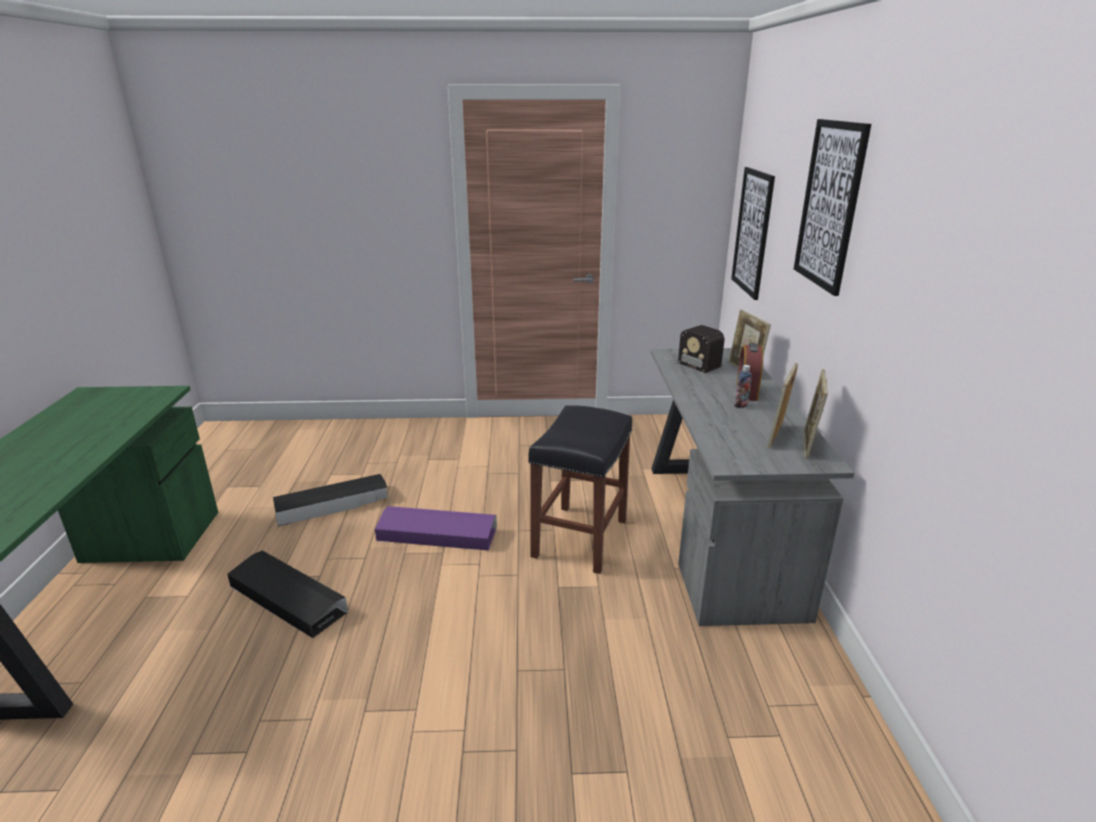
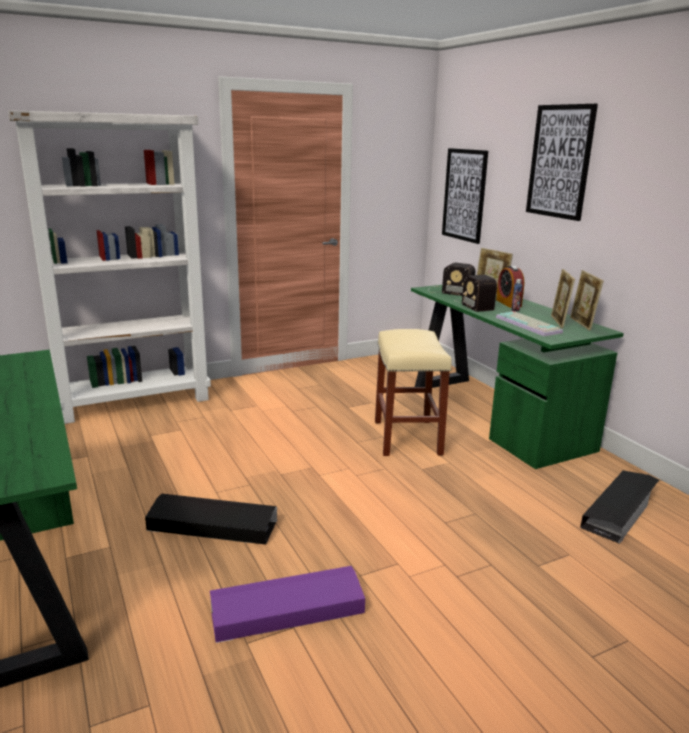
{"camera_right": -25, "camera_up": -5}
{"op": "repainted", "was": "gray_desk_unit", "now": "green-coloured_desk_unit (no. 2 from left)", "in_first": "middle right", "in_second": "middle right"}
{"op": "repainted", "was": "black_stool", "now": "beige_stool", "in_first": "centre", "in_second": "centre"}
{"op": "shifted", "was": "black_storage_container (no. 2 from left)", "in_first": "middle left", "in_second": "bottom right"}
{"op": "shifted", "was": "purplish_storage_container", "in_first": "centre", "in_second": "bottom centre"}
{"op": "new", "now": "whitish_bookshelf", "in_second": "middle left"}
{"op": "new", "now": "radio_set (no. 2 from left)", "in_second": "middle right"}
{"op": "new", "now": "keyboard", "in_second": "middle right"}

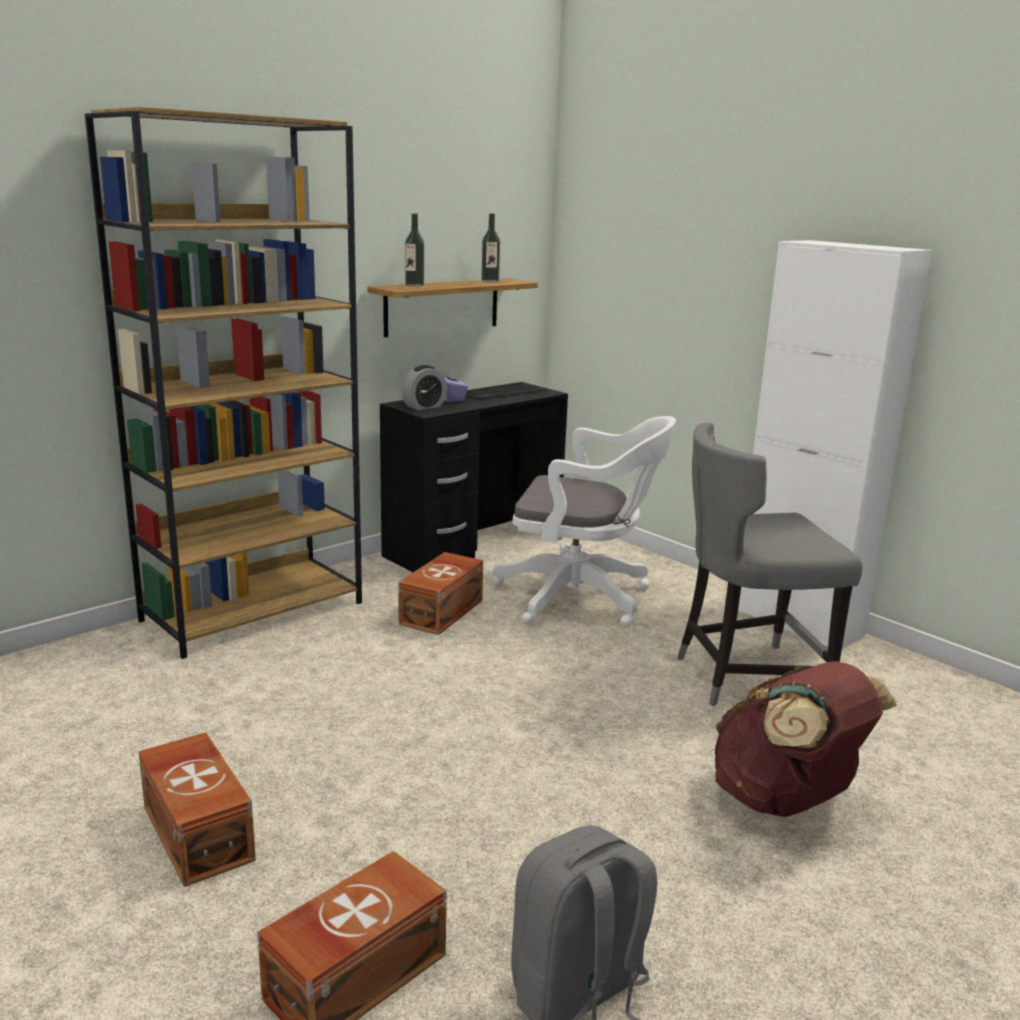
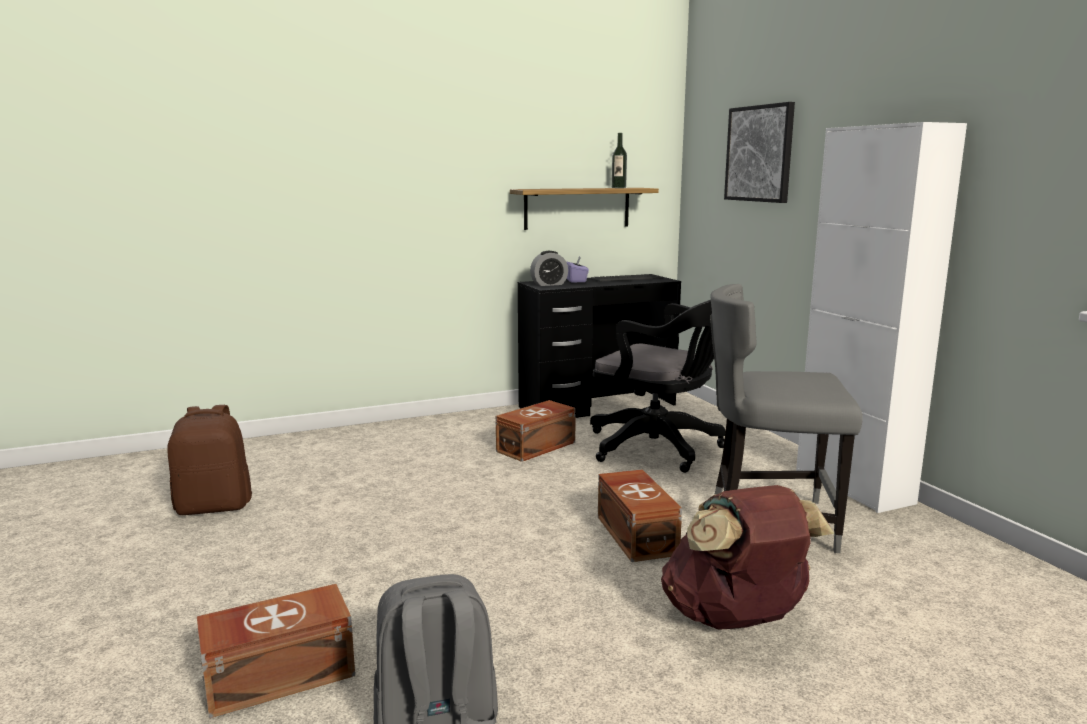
{"camera_right": 20, "camera_up": -5}
{"op": "gone", "was": "brown-coloured_bookshelf", "in_first": "middle left"}
{"op": "gone", "was": "drink_bottle (no. 1 from left)", "in_first": "top centre"}
{"op": "repainted", "was": "whitish_computer_chair", "now": "black_computer_chair", "in_first": "centre", "in_second": "centre"}
{"op": "shifted", "was": "brown-coloured_storage_container (no. 1 from left in the first image)", "now": "brown-coloured_storage_container (no. 3 from left)", "in_first": "bottom left", "in_second": "bottom centre"}
{"op": "new", "now": "wall_art", "in_second": "top right"}
{"op": "new", "now": "brown-coloured_rucksack (no. 1 from left)", "in_second": "middle left"}

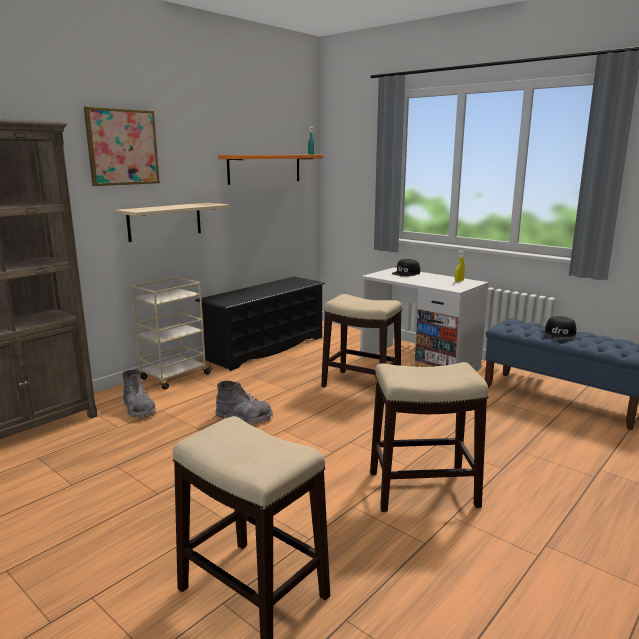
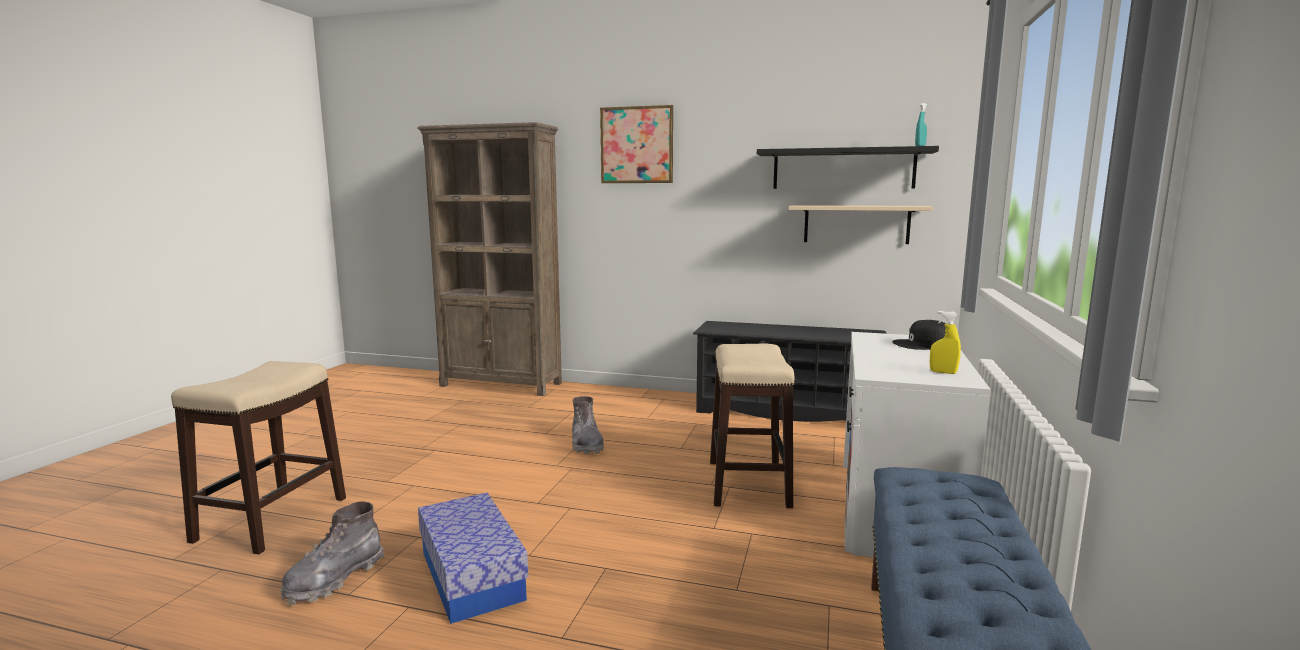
{"camera_right": 65, "camera_up": -5}
{"op": "repainted", "was": "orange_bracket_shelf", "now": "black_bracket_shelf", "in_first": "top centre", "in_second": "top centre"}
{"op": "shifted", "was": "beige_bracket_shelf", "in_first": "middle left", "in_second": "centre"}
{"op": "gone", "was": "beige_wheeled_cart", "in_first": "middle left"}
{"op": "gone", "was": "black_peaked_cap (no. 2 from left)", "in_first": "middle right"}
{"op": "swapped", "was": "stool (no. 3 from left)", "now": "storage_container", "in_first": "bottom right", "in_second": "bottom centre"}
{"op": "shifted", "was": "gray_boot (no. 1 from left)", "in_first": "middle left", "in_second": "bottom left"}

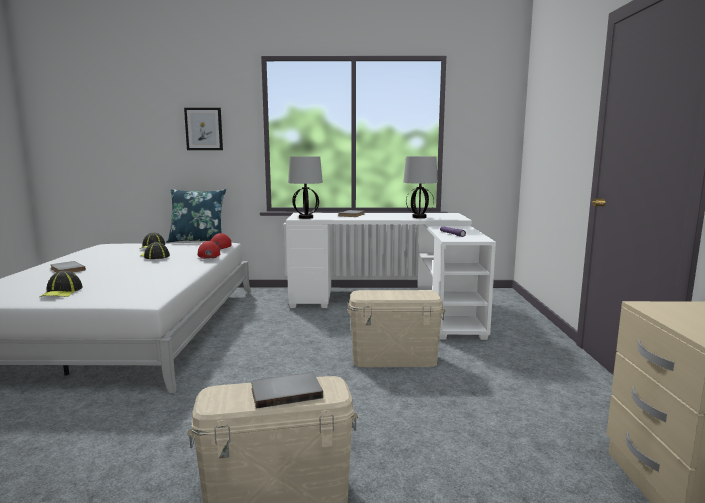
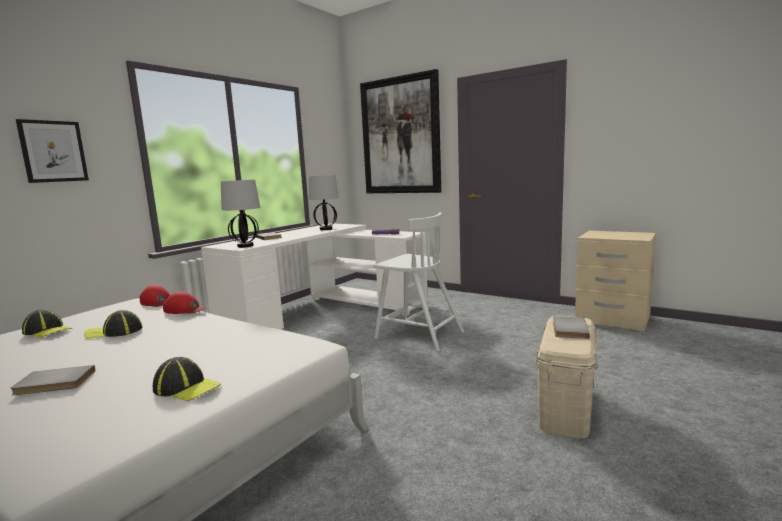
{"camera_right": -55, "camera_up": 0}
{"op": "gone", "was": "blue_throw_pillow", "in_first": "middle left"}
{"op": "swapped", "was": "beige_storage_container (no. 2 from left)", "now": "whitish_chair", "in_first": "centre", "in_second": "centre"}
{"op": "new", "now": "wall_art (no. 2 from left)", "in_second": "top centre"}

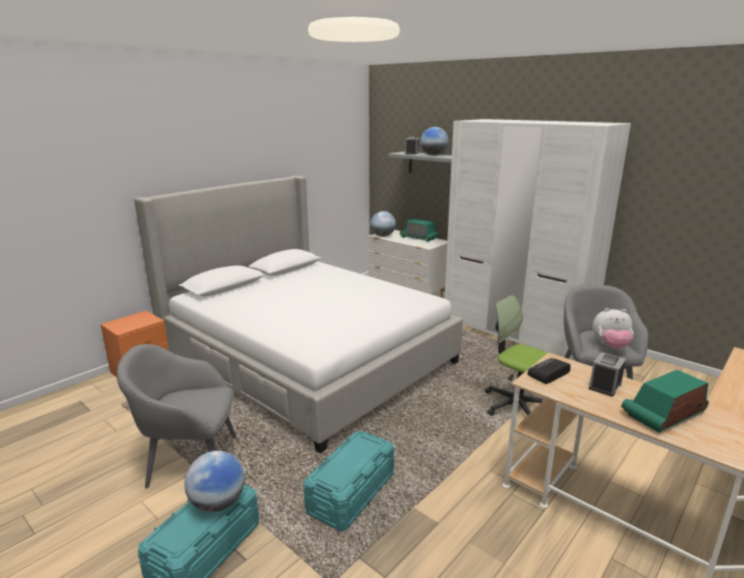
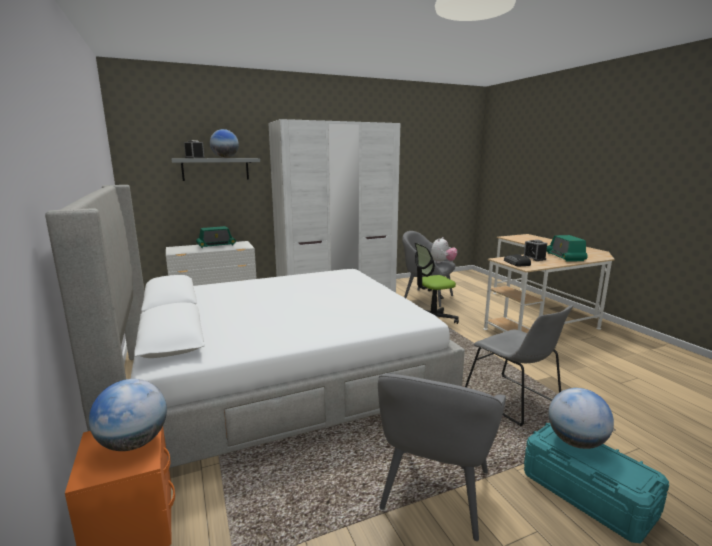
{"camera_right": -65, "camera_up": -5}
{"op": "shifted", "was": "world_globe (no. 2 from left in the first image)", "now": "world_globe (no. 1 from left)", "in_first": "centre", "in_second": "bottom left"}
{"op": "swapped", "was": "turquoise_storage_container (no. 2 from left)", "now": "gray_chair", "in_first": "bottom centre", "in_second": "bottom right"}

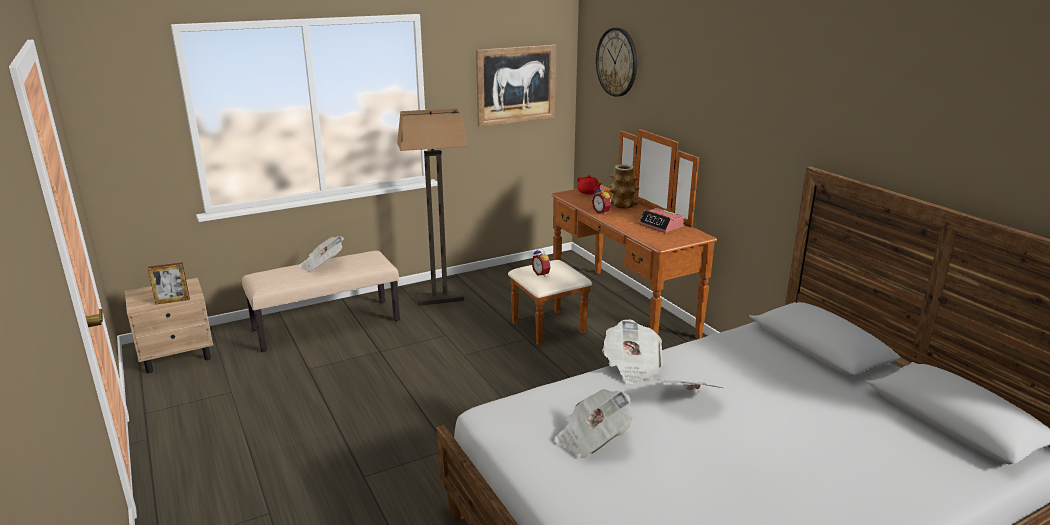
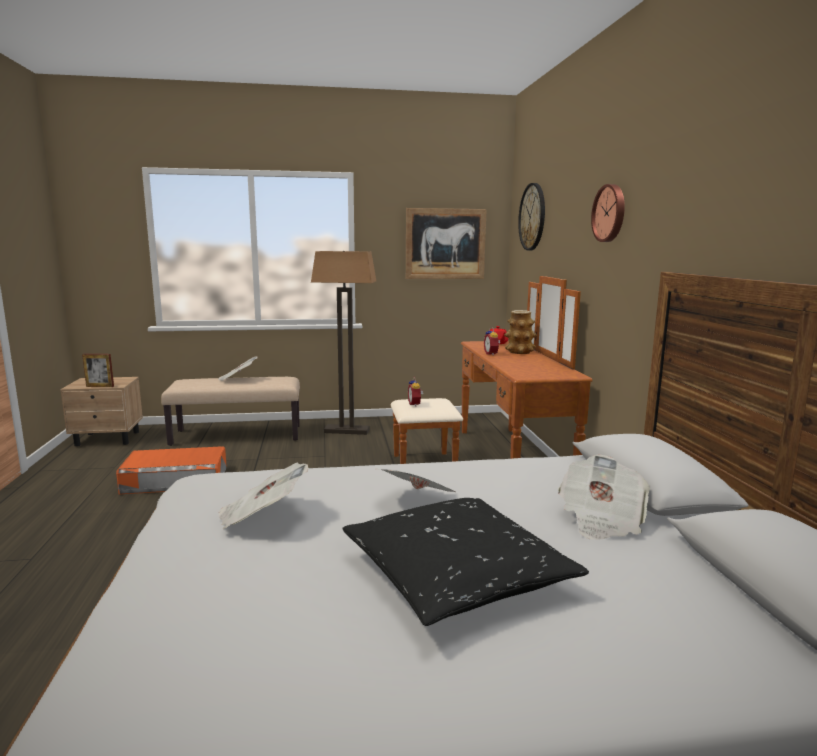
{"camera_right": 20, "camera_up": -10}
{"op": "gone", "was": "table_clock (no. 3 from left)", "in_first": "centre"}
{"op": "shifted", "was": "newspaper (no. 3 from left in the first image)", "now": "newspaper (no. 4 from left)", "in_first": "bottom centre", "in_second": "middle right"}
{"op": "new", "now": "wall_clock (no. 2 from left)", "in_second": "top right"}
{"op": "new", "now": "orange_storage_container", "in_second": "middle left"}
{"op": "new", "now": "black_throw_pillow", "in_second": "bottom centre"}

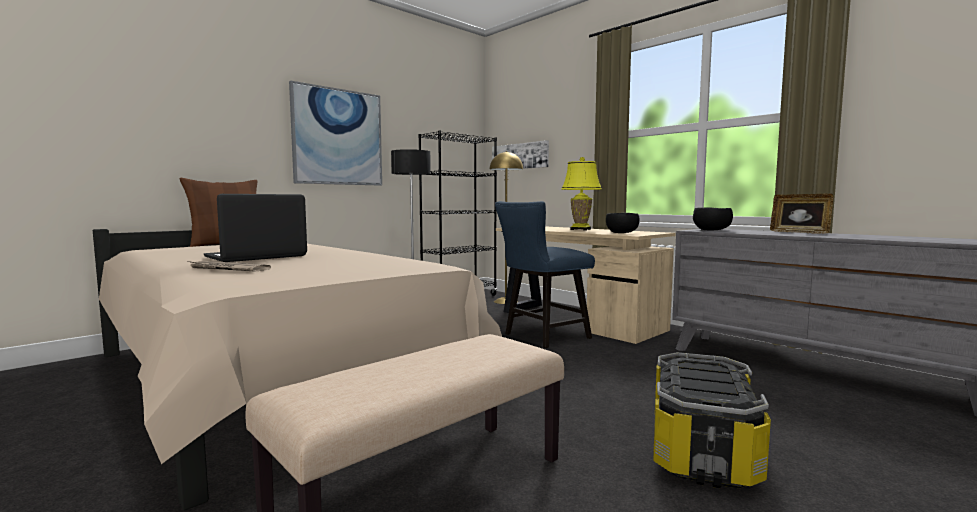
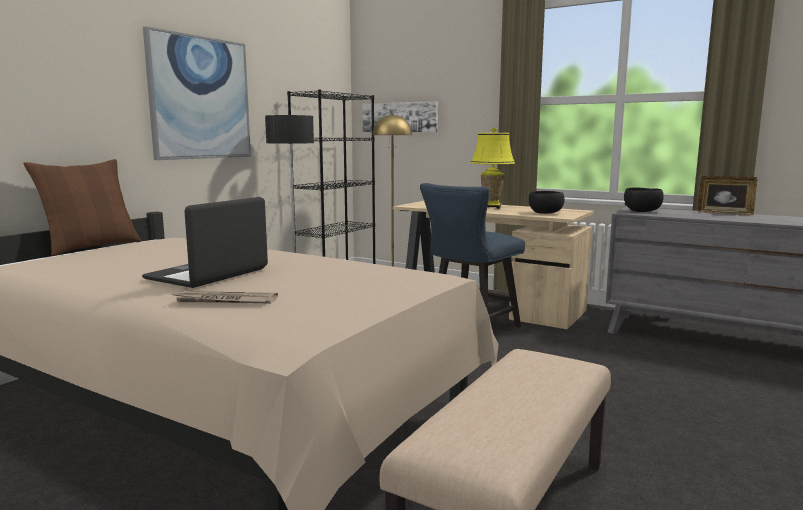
{"camera_right": -15, "camera_up": 5}
{"op": "gone", "was": "storage_container", "in_first": "bottom right"}

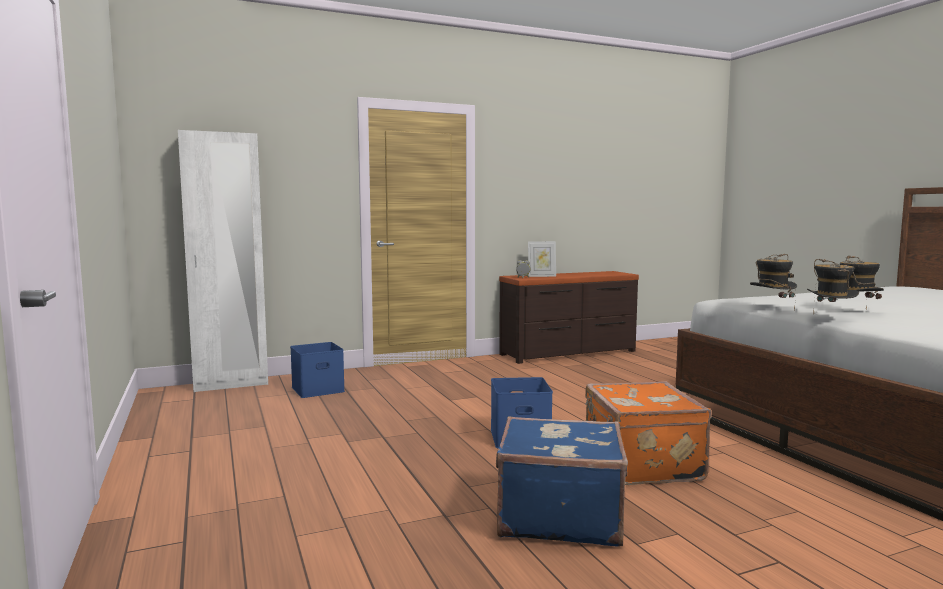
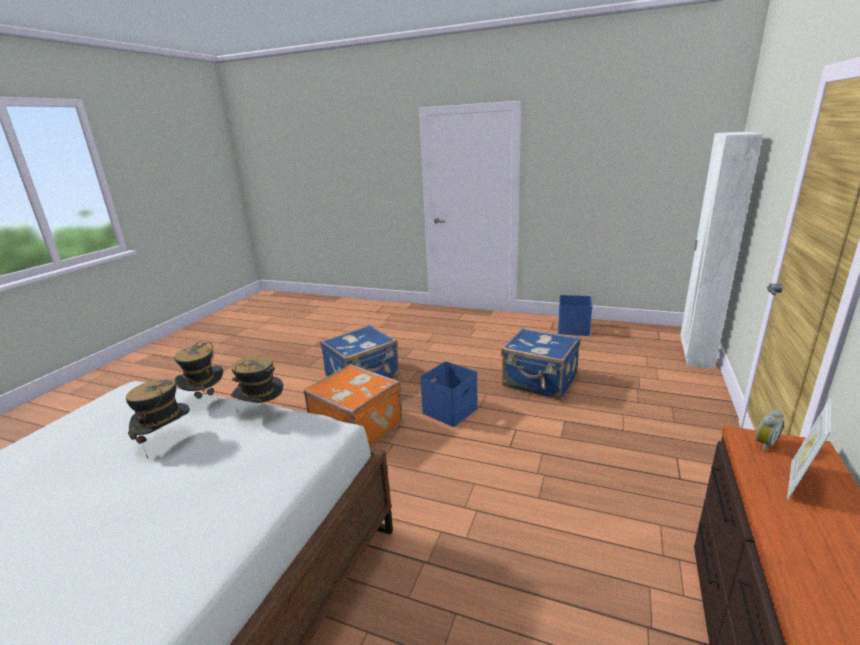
{"camera_right": 135, "camera_up": 15}
{"op": "shifted", "was": "blue_storage_container (no. 1 from left in the first image)", "now": "blue_storage_container (no. 2 from left)", "in_first": "centre", "in_second": "middle right"}
{"op": "new", "now": "blue_travel_case (no. 2 from left)", "in_second": "centre"}

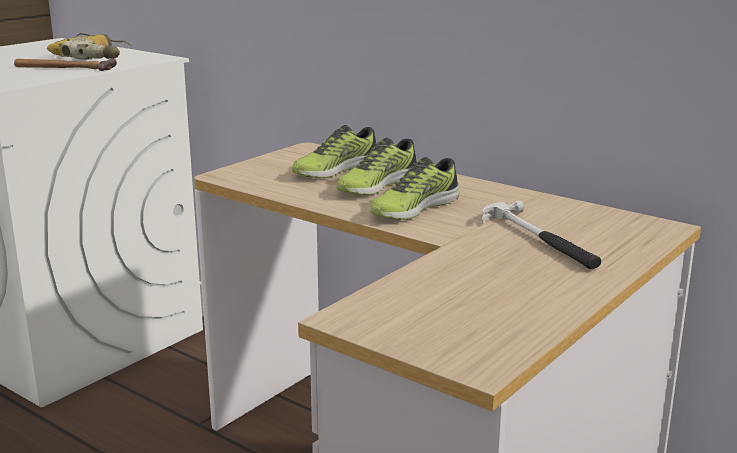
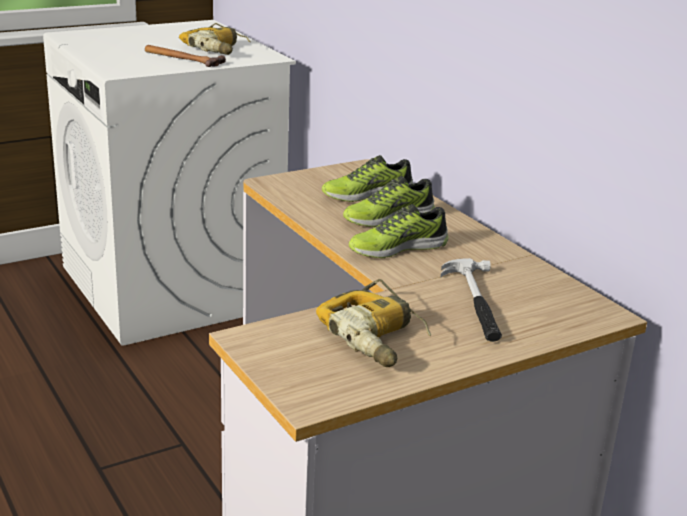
{"camera_right": 20, "camera_up": 5}
{"op": "new", "now": "electric_drill (no. 2 from left)", "in_second": "centre"}

